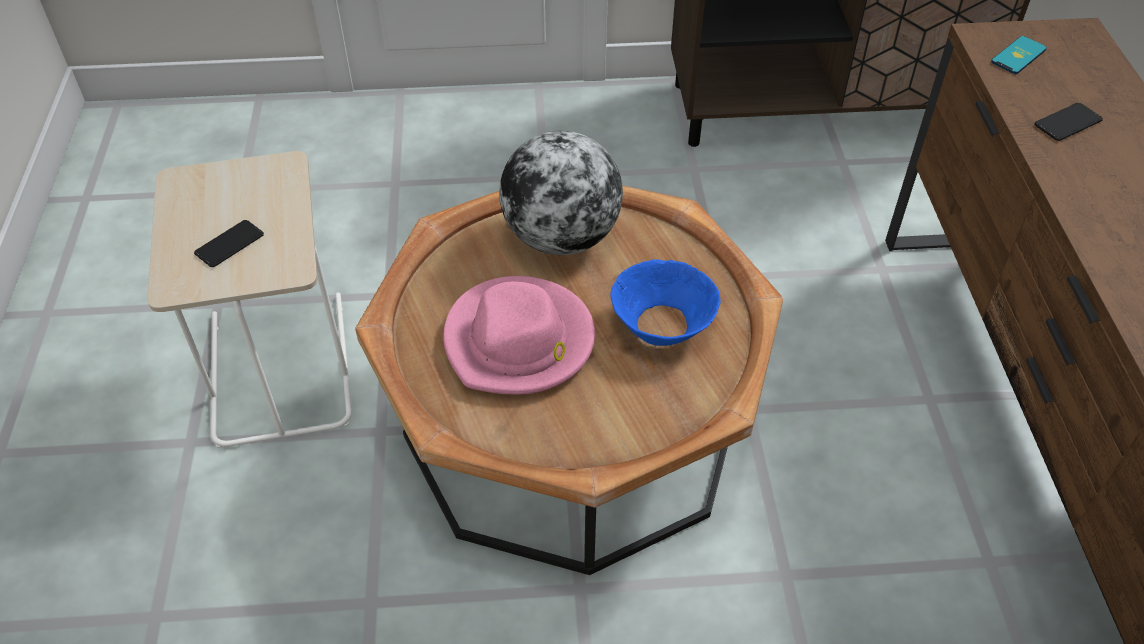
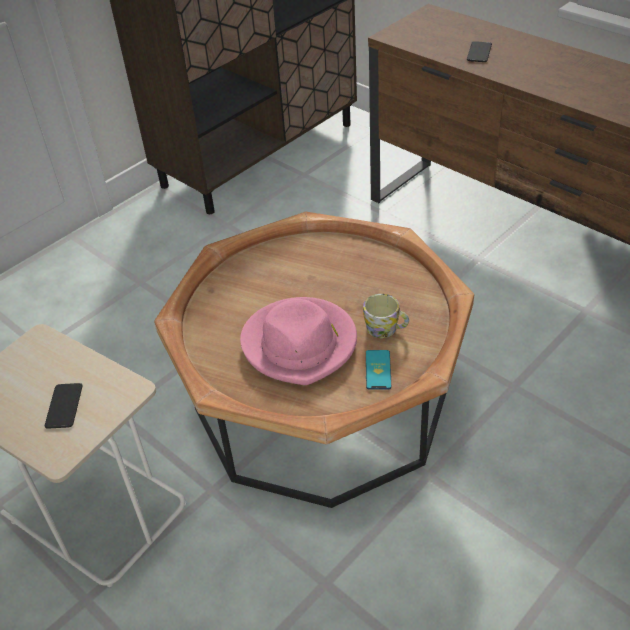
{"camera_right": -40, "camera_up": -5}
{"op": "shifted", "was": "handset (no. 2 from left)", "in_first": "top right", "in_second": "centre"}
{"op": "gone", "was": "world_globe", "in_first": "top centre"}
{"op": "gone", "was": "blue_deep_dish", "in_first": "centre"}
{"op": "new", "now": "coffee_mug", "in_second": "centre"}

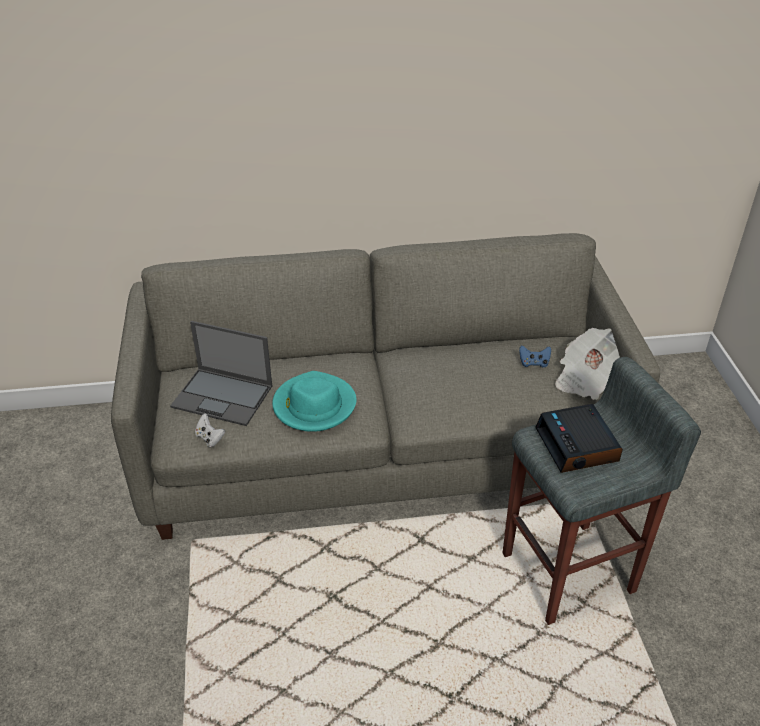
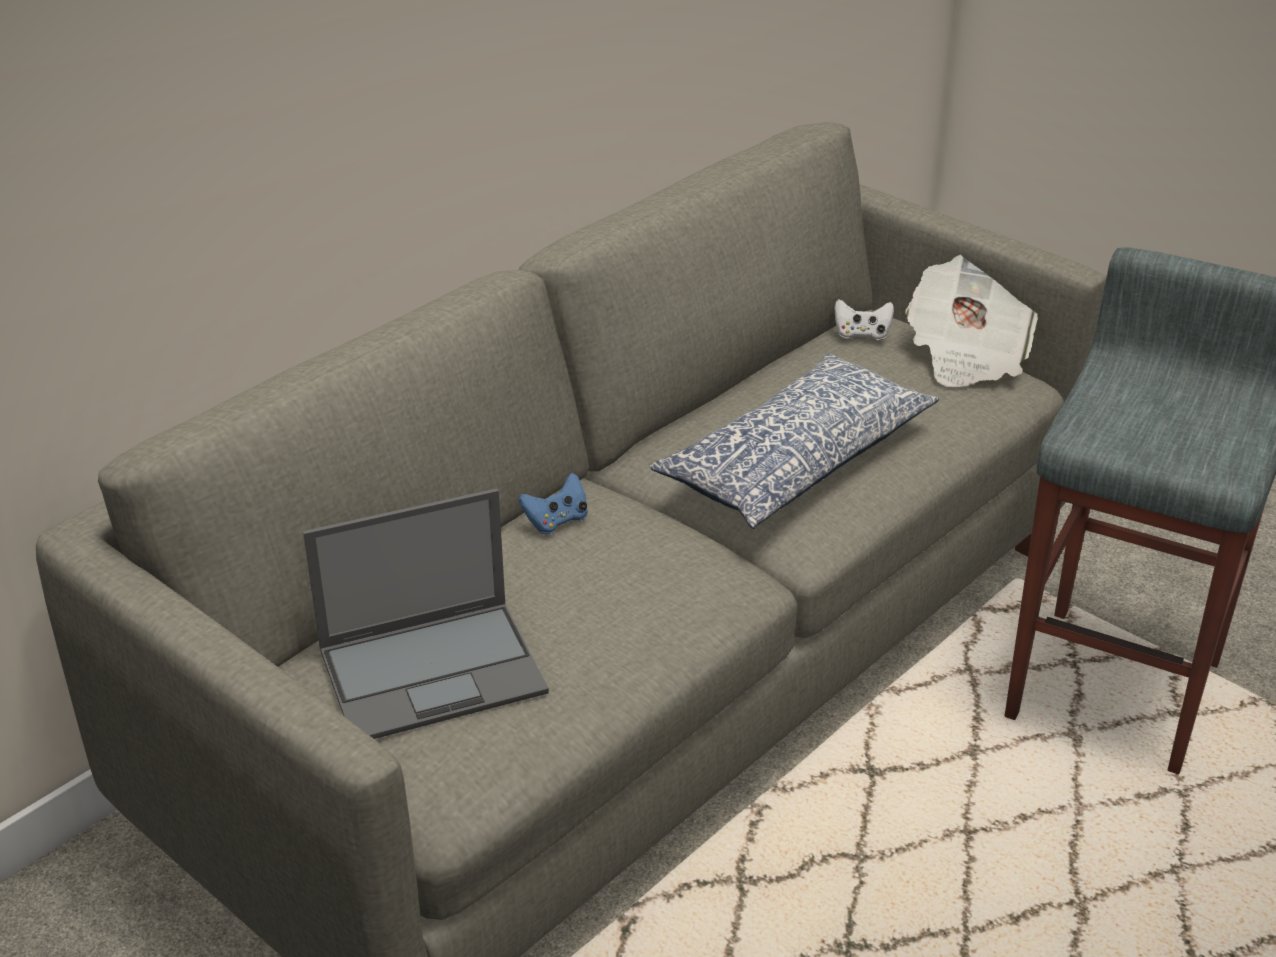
{"camera_right": -40, "camera_up": -5}
{"op": "shifted", "was": "blue_joypad", "in_first": "middle right", "in_second": "centre"}
{"op": "gone", "was": "turquoise_clothing_hat", "in_first": "centre"}
{"op": "gone", "was": "table_clock", "in_first": "middle right"}
{"op": "shifted", "was": "whitish_joypad", "in_first": "middle left", "in_second": "middle right"}
{"op": "new", "now": "throw_pillow", "in_second": "centre"}

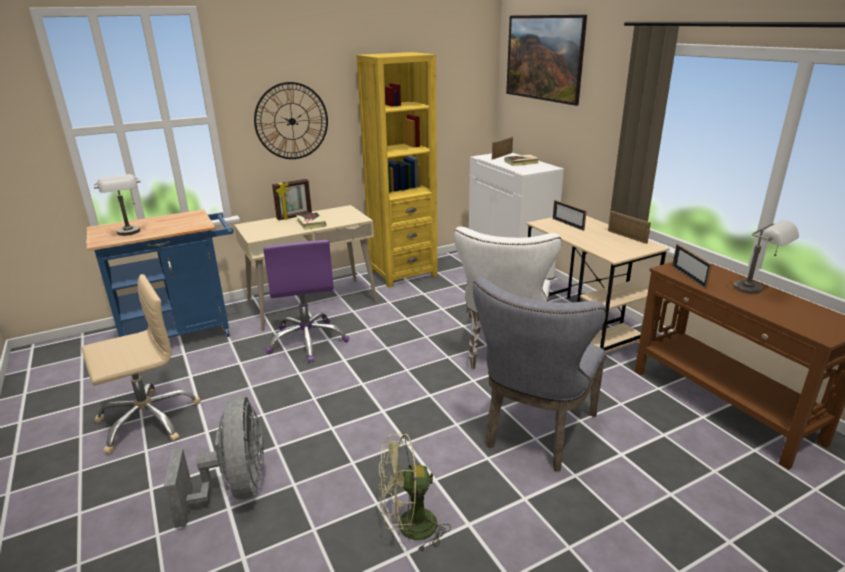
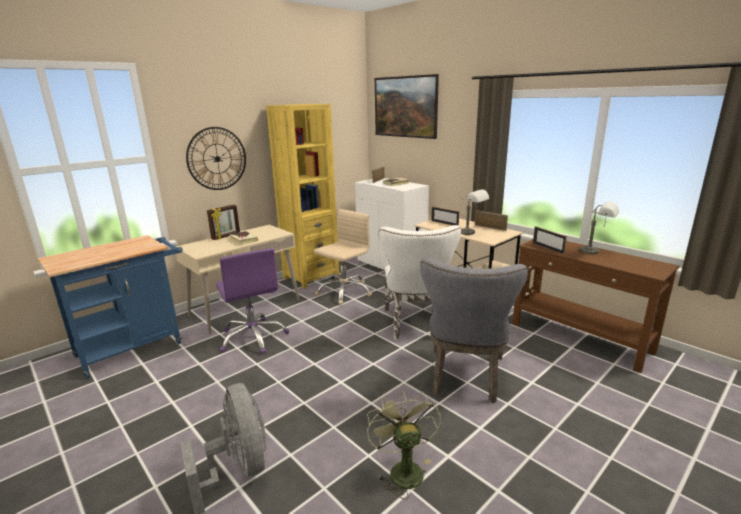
{"camera_right": -15, "camera_up": -5}
{"op": "shifted", "was": "gray_lamp_for_a_table (no. 1 from left)", "in_first": "middle left", "in_second": "centre"}
{"op": "shifted", "was": "beige_computer_chair", "in_first": "middle left", "in_second": "centre"}
{"op": "rotated", "was": "green-coloured_electric_fan", "in_first": "bottom centre", "in_second": "bottom centre", "clockwise": 105}

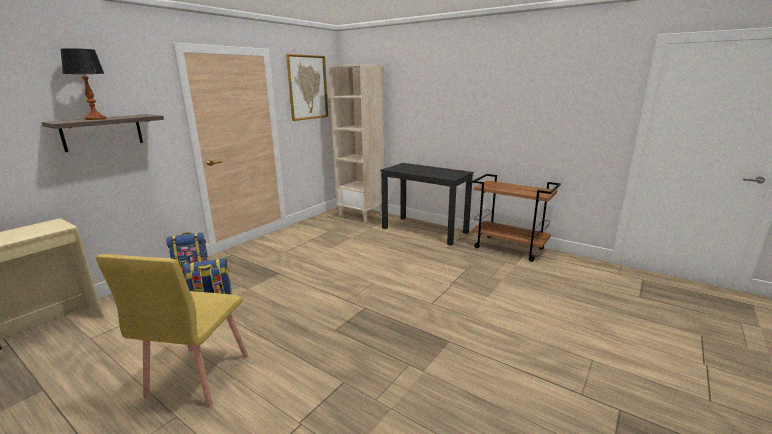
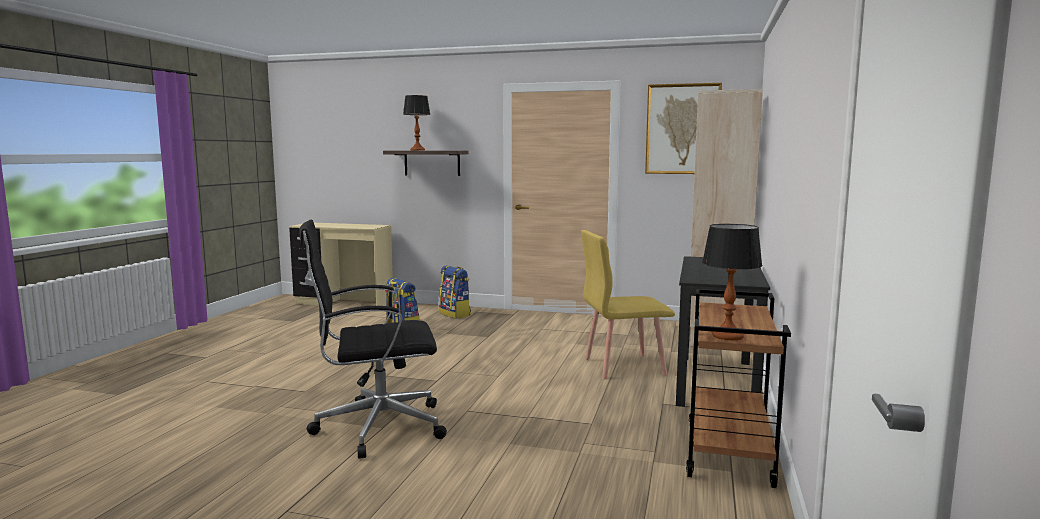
{"camera_right": 70, "camera_up": -10}
{"op": "shifted", "was": "yellowish_chair", "in_first": "bottom left", "in_second": "centre"}
{"op": "new", "now": "black_computer_chair", "in_second": "centre"}
{"op": "new", "now": "lamp_for_a_table (no. 2 from left)", "in_second": "middle right"}

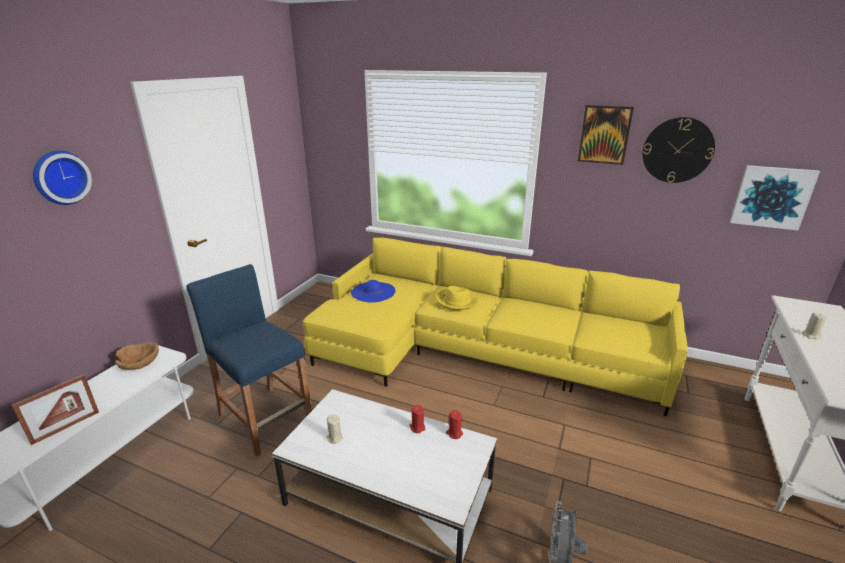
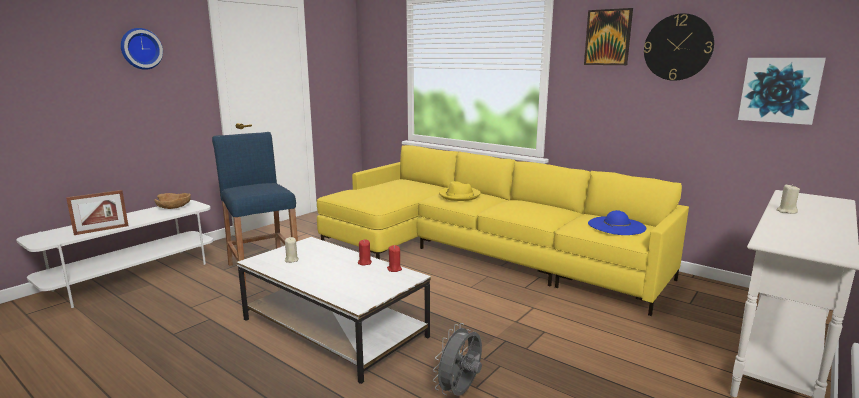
{"camera_right": 15, "camera_up": -10}
{"op": "shifted", "was": "blue_clothing_hat", "in_first": "centre", "in_second": "middle right"}

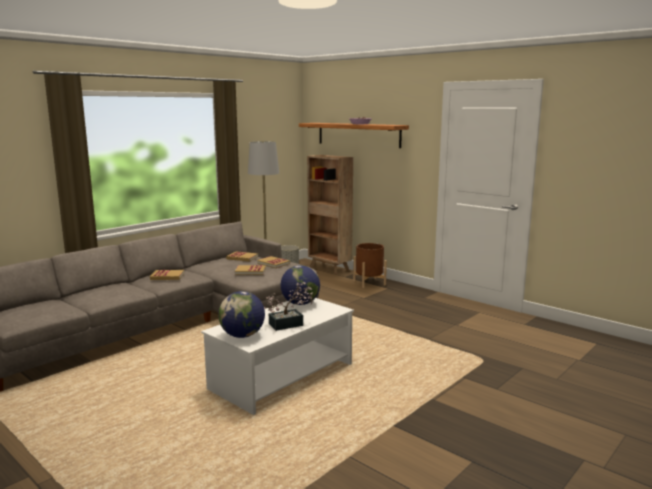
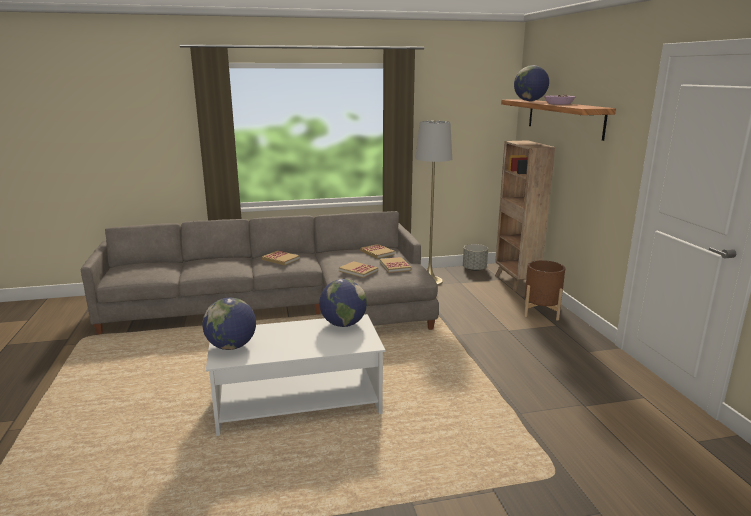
{"camera_right": 35, "camera_up": 5}
{"op": "gone", "was": "houseplant", "in_first": "centre"}
{"op": "new", "now": "world_globe (no. 3 from left)", "in_second": "top right"}

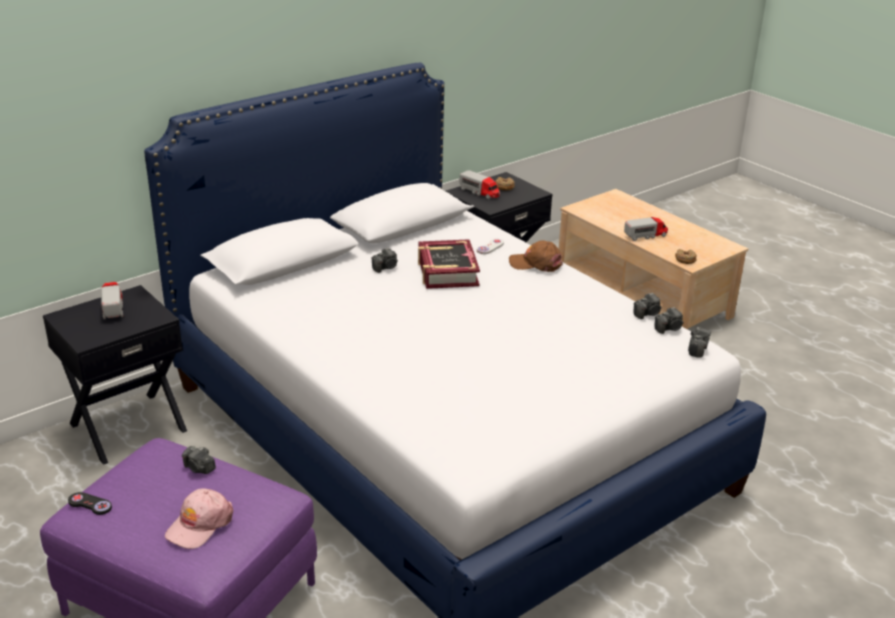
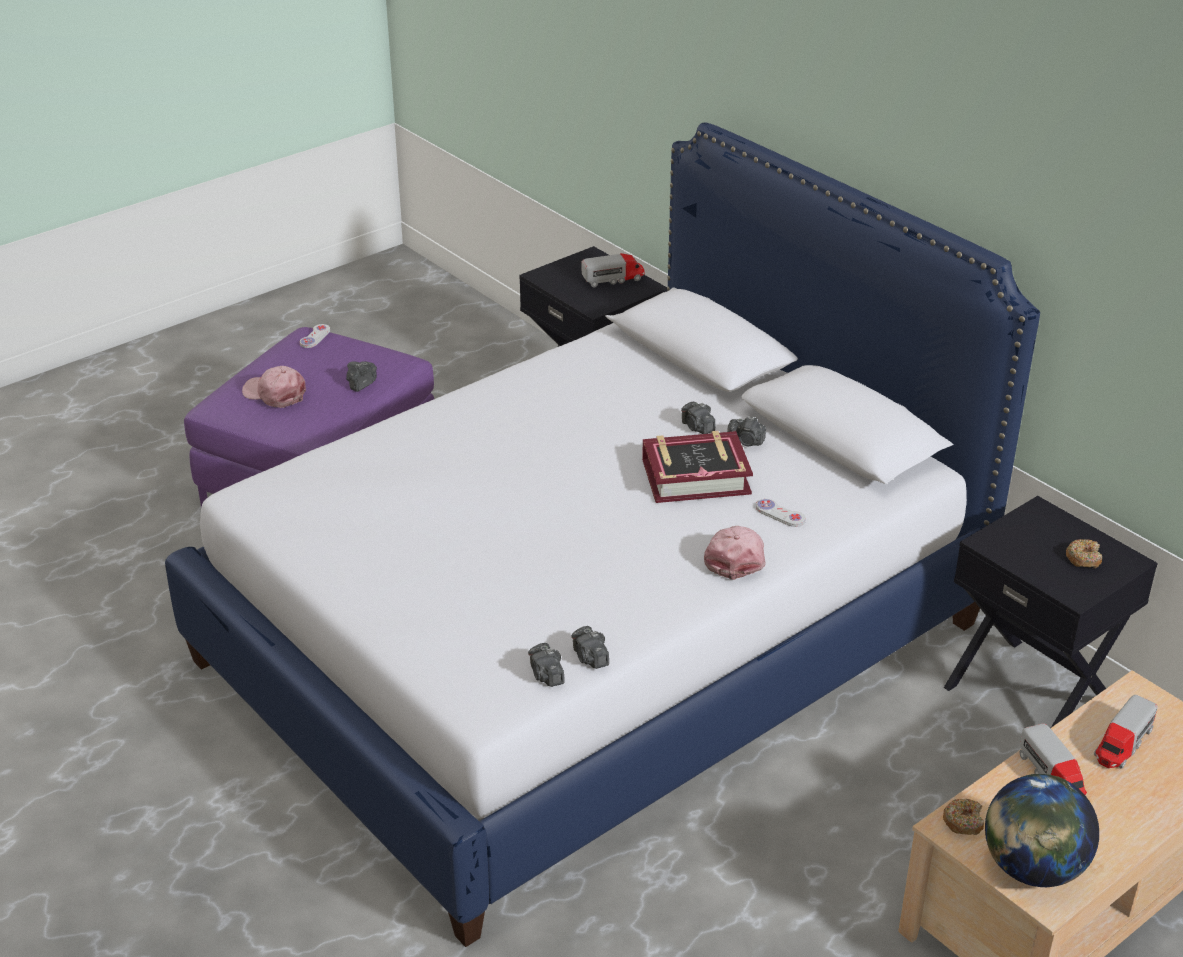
{"camera_right": 90, "camera_up": 5}
{"op": "shifted", "was": "toy_lorry (no. 2 from left in the first image)", "now": "toy_lorry (no. 3 from left)", "in_first": "top centre", "in_second": "bottom right"}
{"op": "repainted", "was": "brown-coloured_peaked_cap", "now": "pinkish_peaked_cap (no. 2 from left)", "in_first": "centre", "in_second": "centre"}
{"op": "shifted", "was": "photo_camera (no. 5 from left)", "in_first": "middle right", "in_second": "centre"}
{"op": "repainted", "was": "black_joypad", "now": "whitish_joypad (no. 1 from left)", "in_first": "bottom left", "in_second": "middle left"}
{"op": "new", "now": "world_globe", "in_second": "bottom right"}

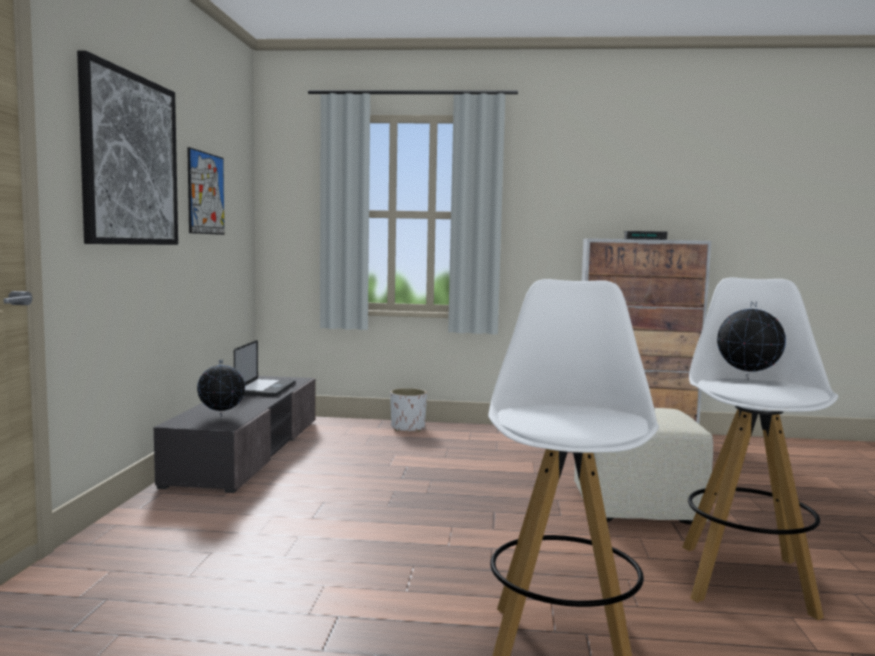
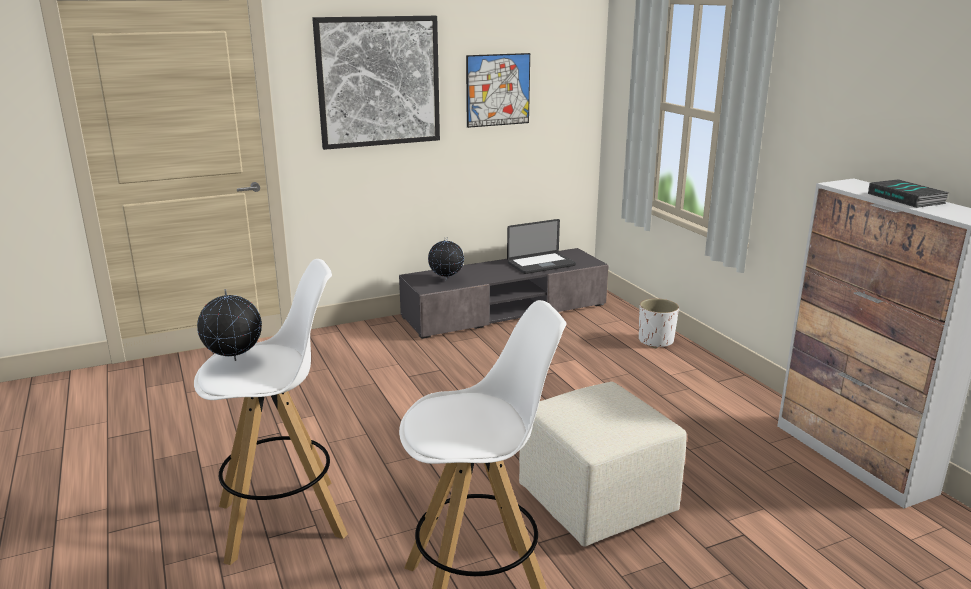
{"camera_right": 60, "camera_up": 15}
{"op": "shifted", "was": "world_globe (no. 2 from left in the first image)", "now": "world_globe (no. 1 from left)", "in_first": "middle right", "in_second": "middle left"}

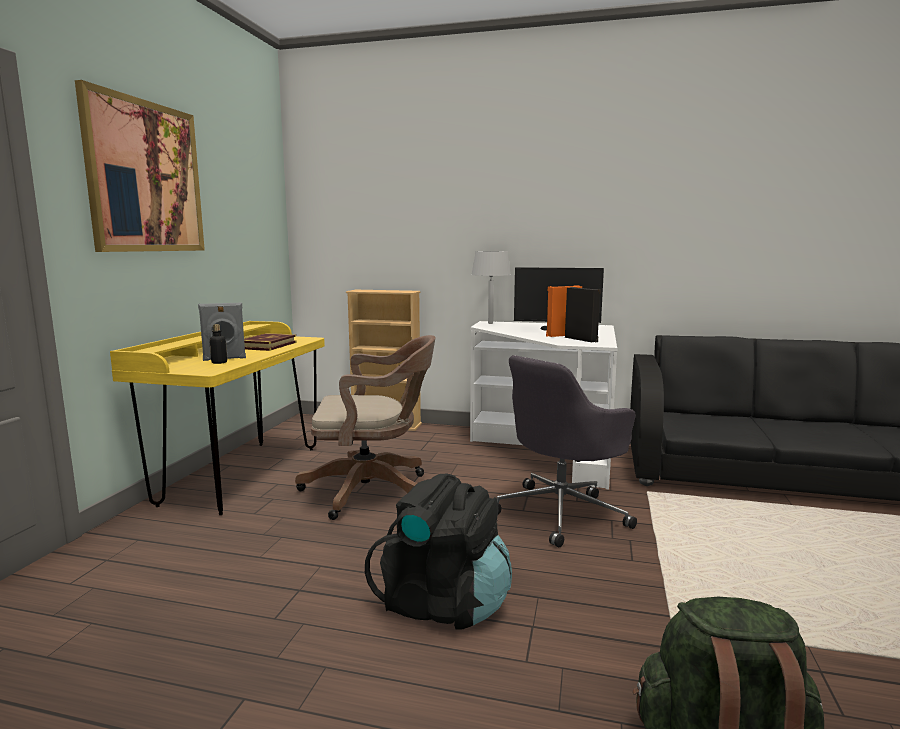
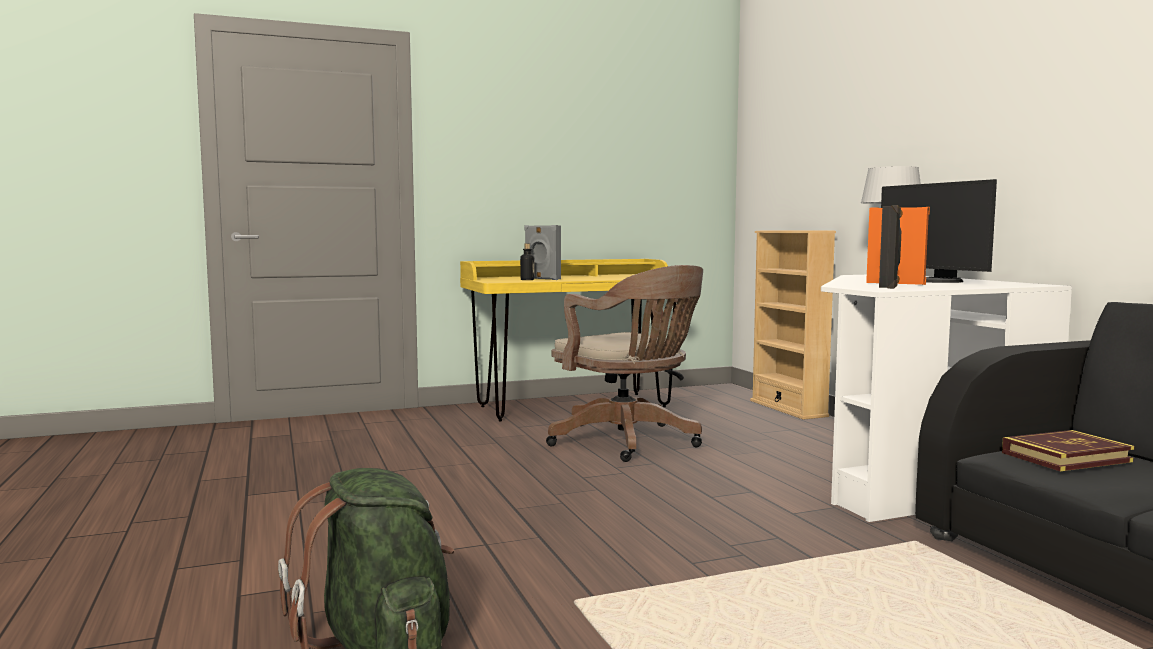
{"camera_right": 55, "camera_up": -5}
{"op": "gone", "was": "wall_art", "in_first": "top left"}
{"op": "shifted", "was": "volume", "in_first": "middle left", "in_second": "bottom right"}
{"op": "gone", "was": "gray_computer_chair", "in_first": "centre"}
{"op": "gone", "was": "black_rucksack", "in_first": "bottom centre"}

